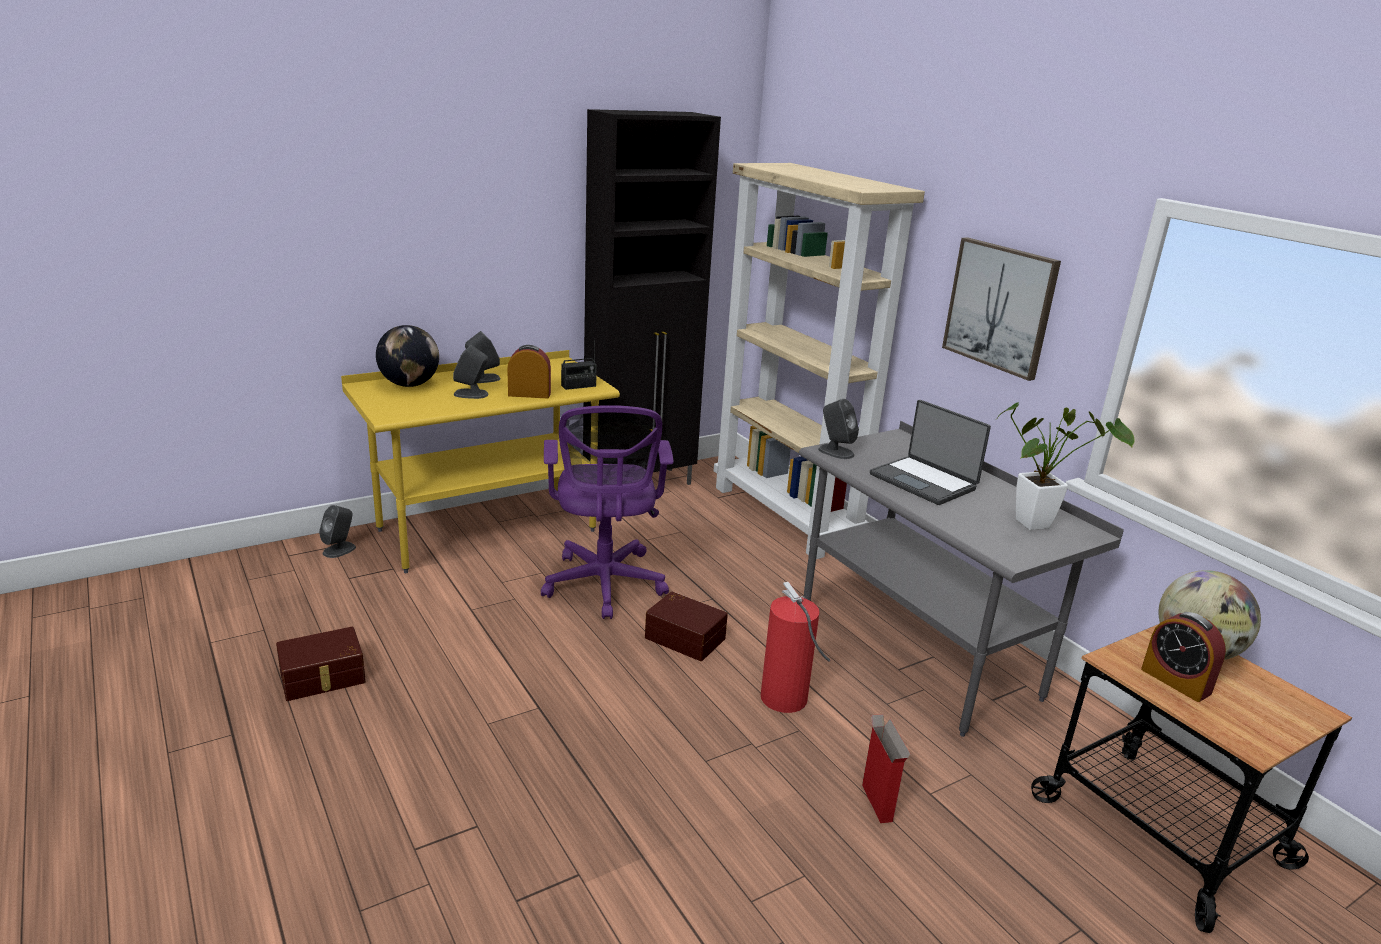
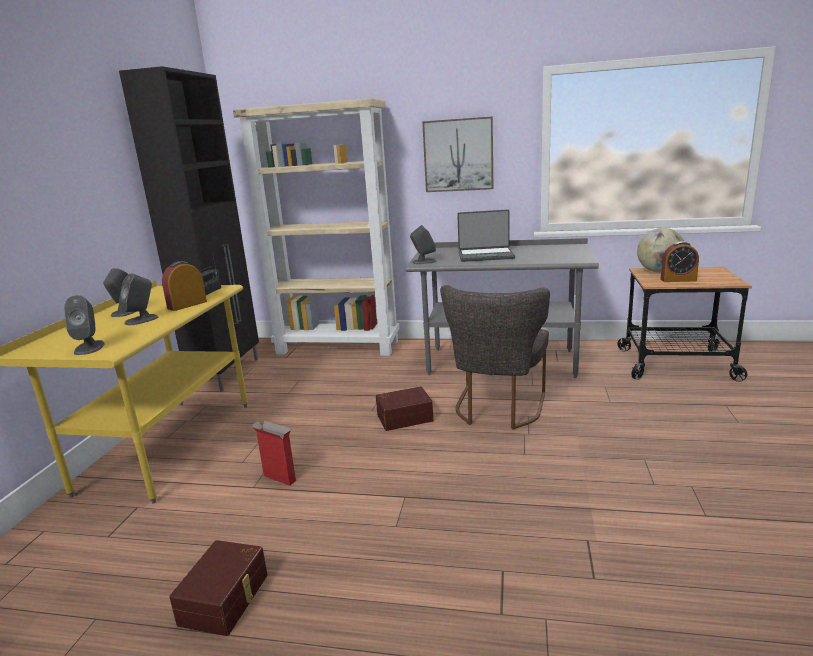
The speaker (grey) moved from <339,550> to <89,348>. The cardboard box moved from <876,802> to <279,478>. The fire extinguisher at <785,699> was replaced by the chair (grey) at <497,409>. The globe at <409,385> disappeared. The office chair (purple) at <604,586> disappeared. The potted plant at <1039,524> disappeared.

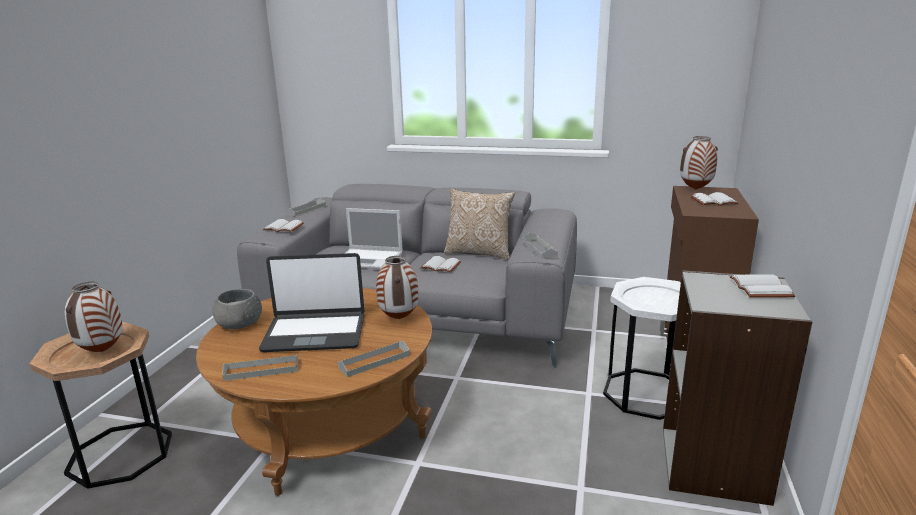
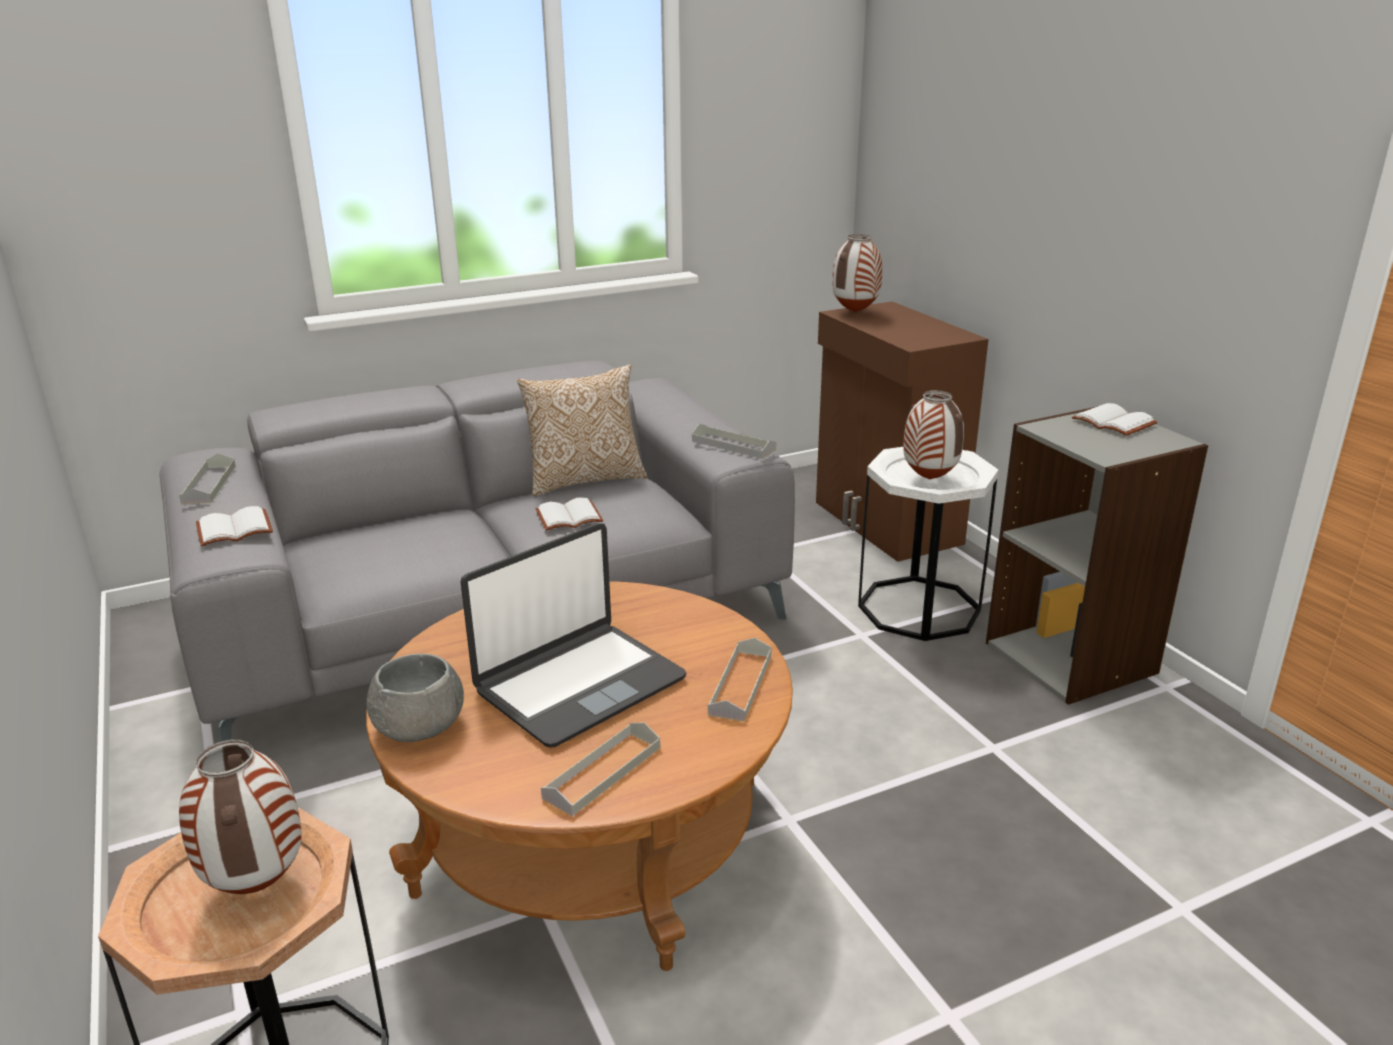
The vase moved from <398,318> to <928,479>. The laptop at <370,259> disappeared. The book (white) at <714,201> disappeared.

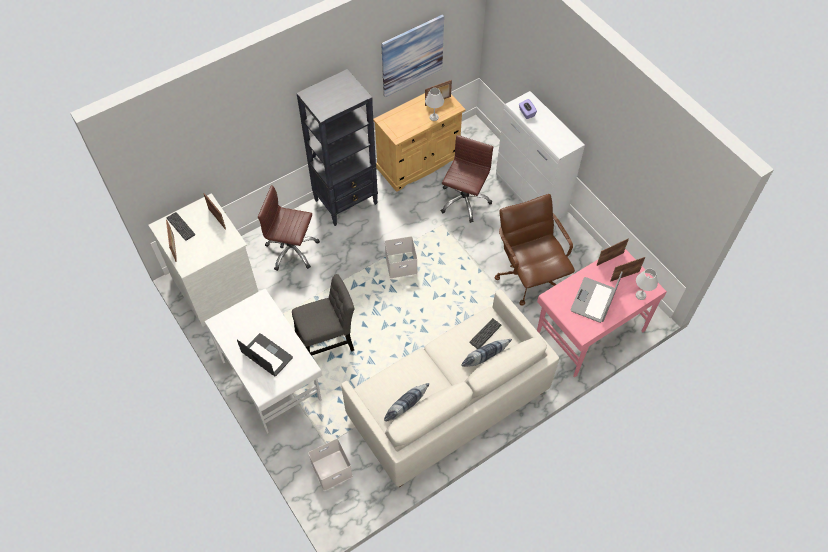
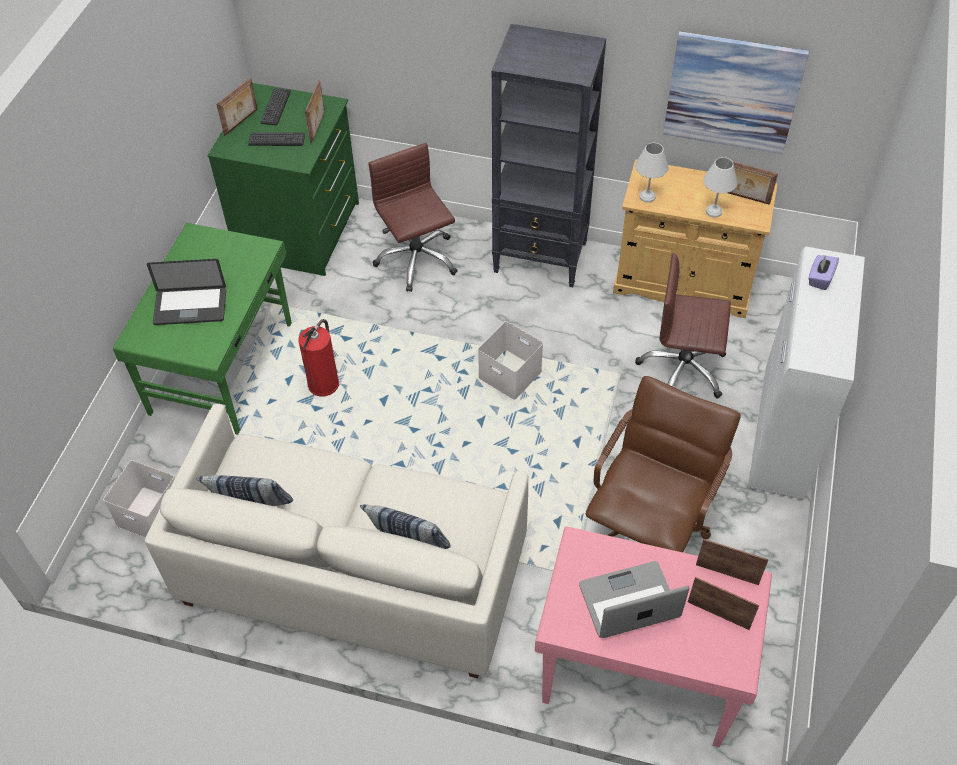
The desk (white) at <271,379> became the desk (green) at <224,367>. The laptop at <267,355> turned 90 degrees clockwise. The dresser (white) at <216,285> became the dresser (green) at <300,231>. The keyboard moved from <485,334> to <276,140>. The chair (grey) at <328,342> was replaced by the fire extinguisher at <324,383>. The table lamp (white) moved from <641,295> to <647,197>. The office chair (brown) at <464,201> turned 150 degrees counterclockwise.

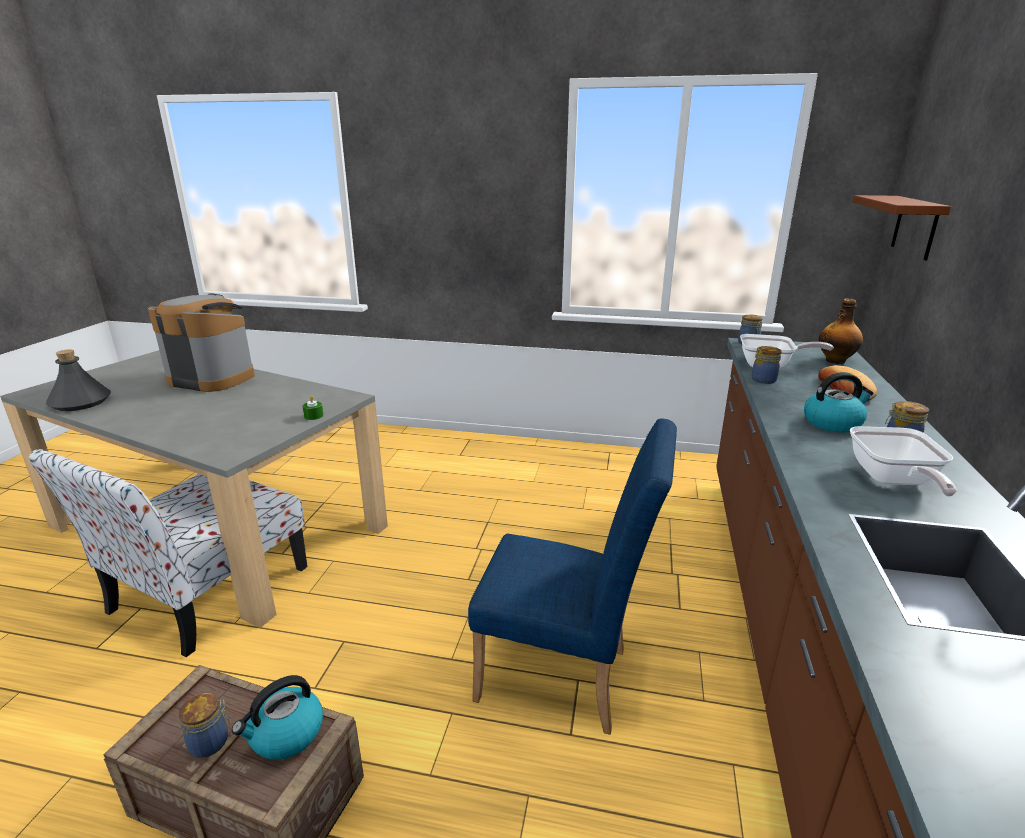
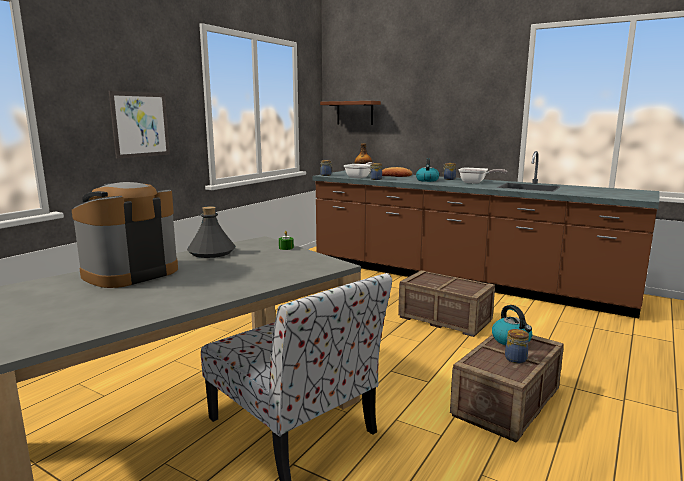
The picture at <140,124> appeared. The bottle (grey) moved from <80,402> to <212,252>. The chair (blue) at <565,678> was replaced by the crate at <445,319>.

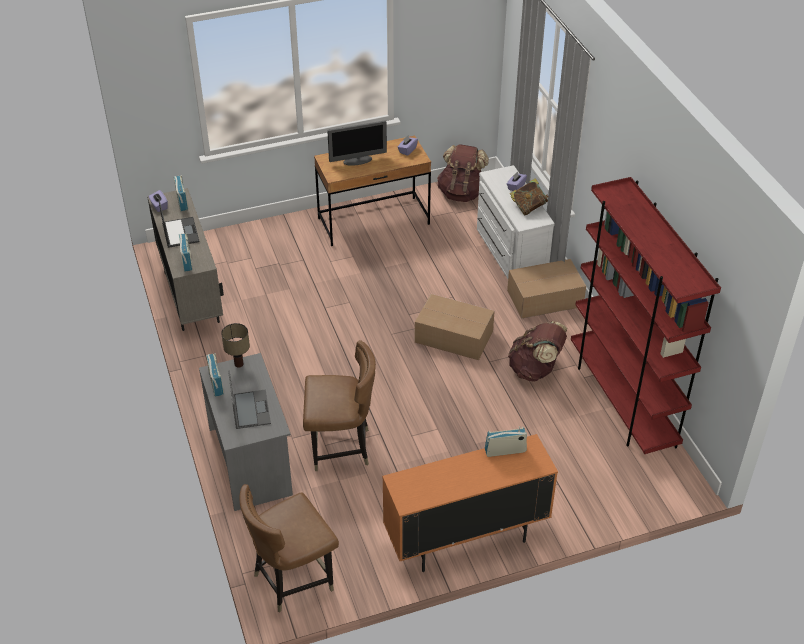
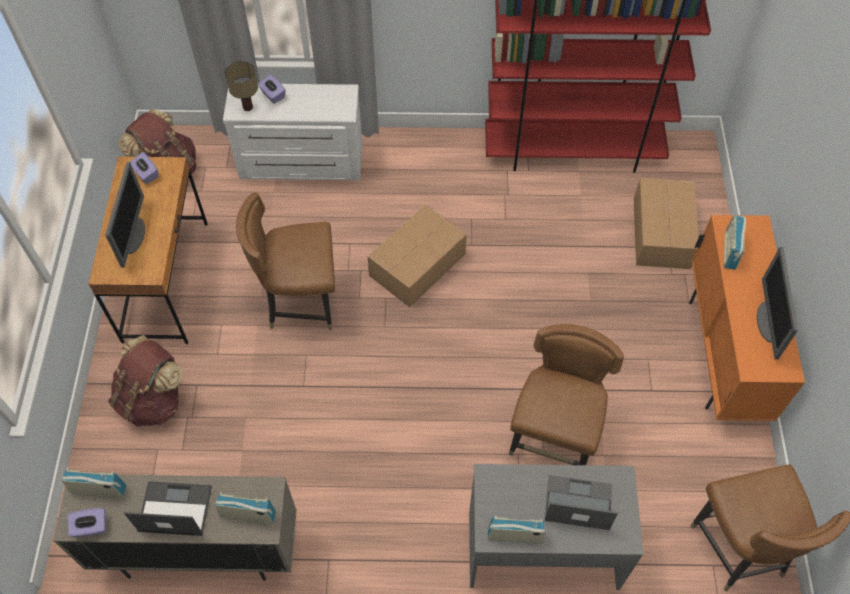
The backpack (brown) moved from <535,370> to <153,399>. The table lamp moved from <239,364> to <248,107>. The chair (brown) at <301,302> appeared. The cardboard box moved from <543,298> to <661,234>. The monitor at <767,322> appeared. The book at <528,207> disappeared.

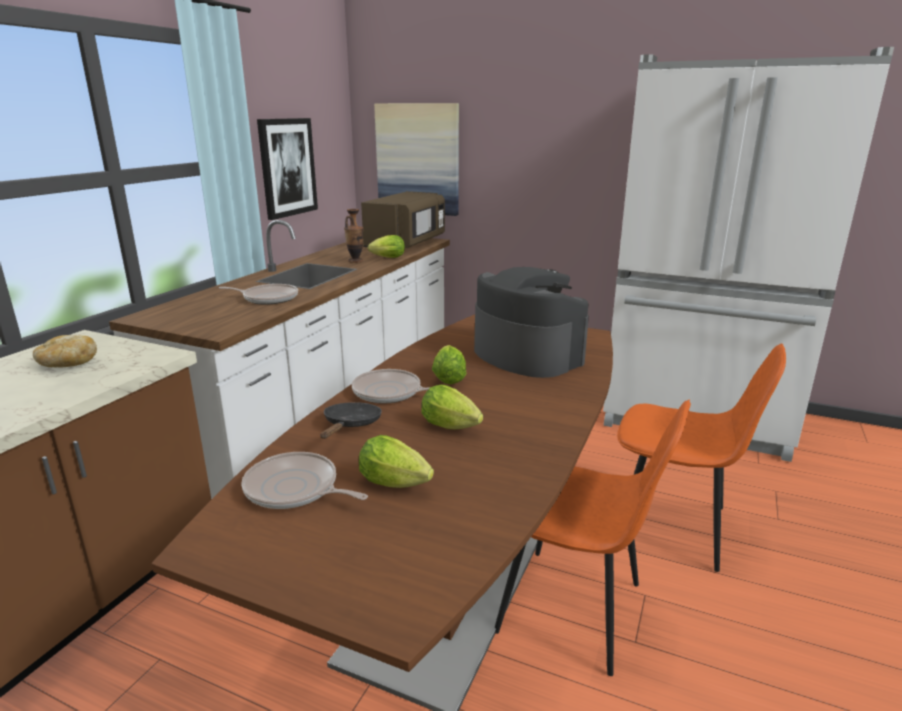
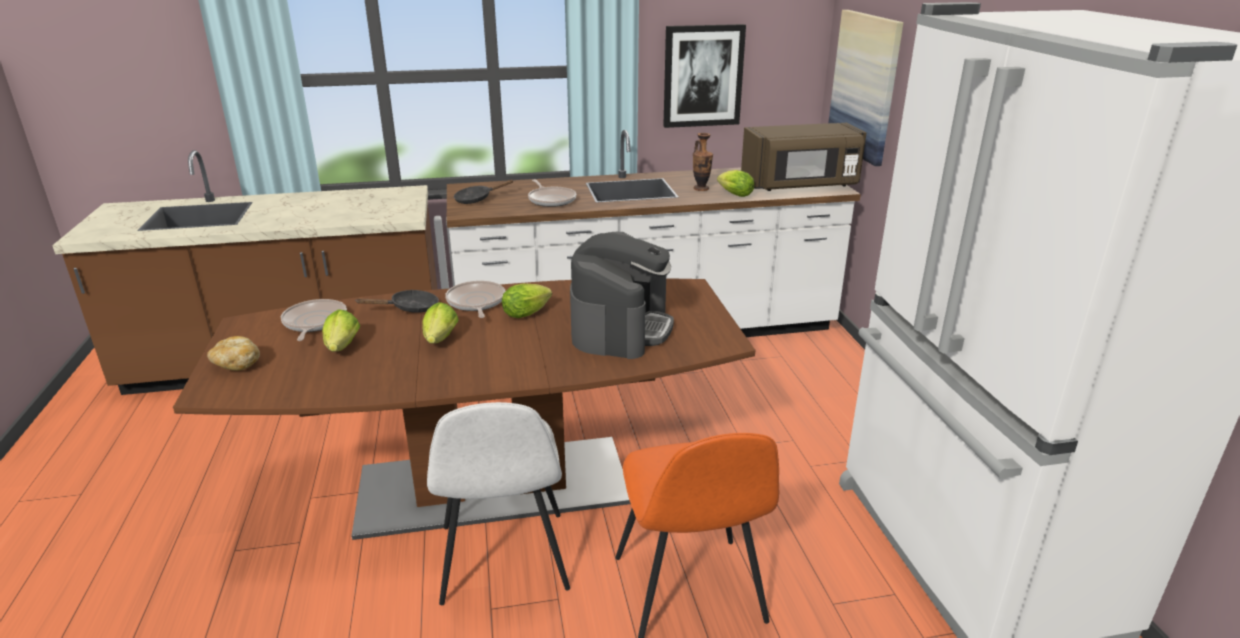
The bread moved from <67,364> to <237,364>. The chair (orange) at <574,609> became the chair (white) at <503,560>. The frying pan (black) at <476,199> appeared.

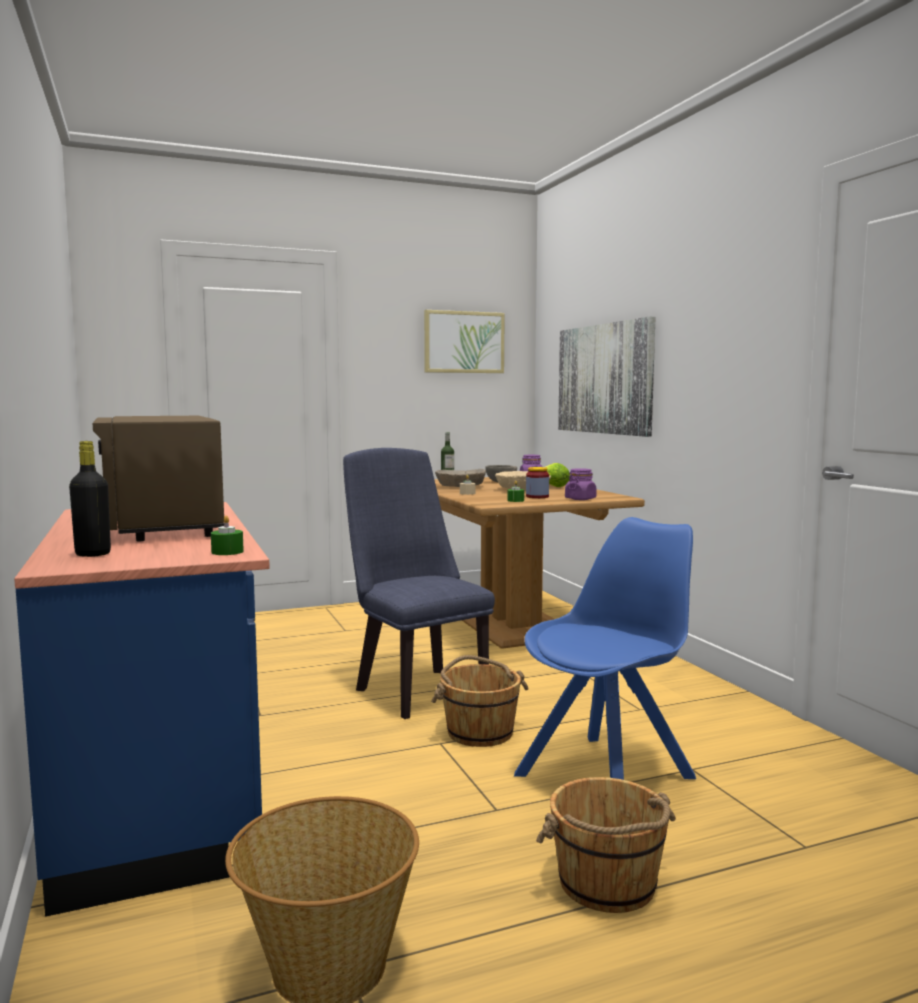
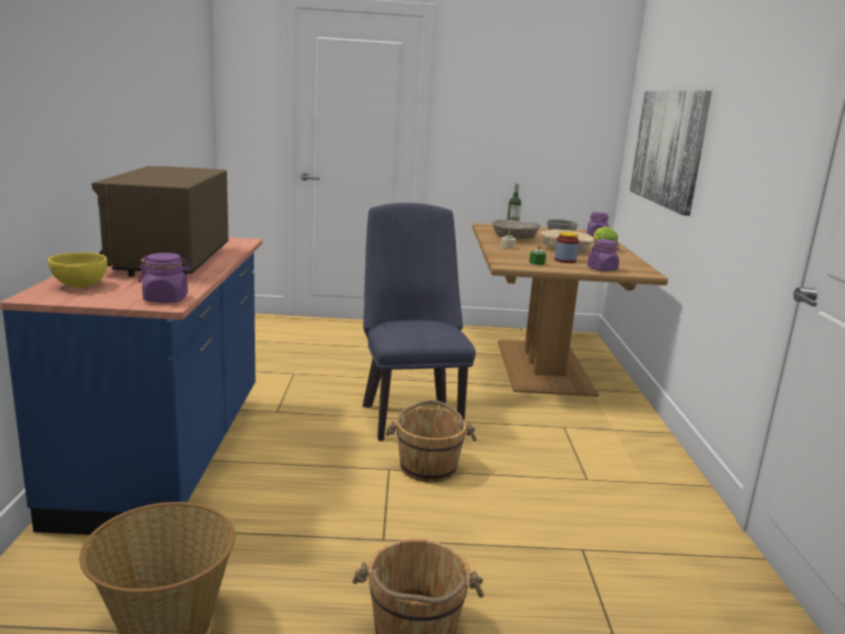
The bottle (black) at <93,554> was replaced by the bowl (yellow) at <79,286>. The candle (green) at <227,552> was replaced by the jar (purple) at <166,299>. The picture at <464,342> disappeared. The chair (blue) at <608,775> disappeared.

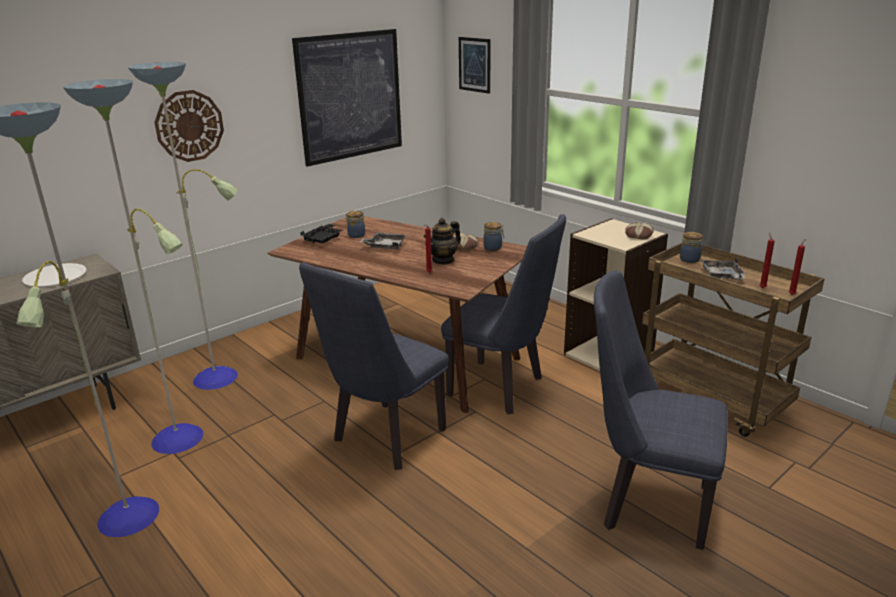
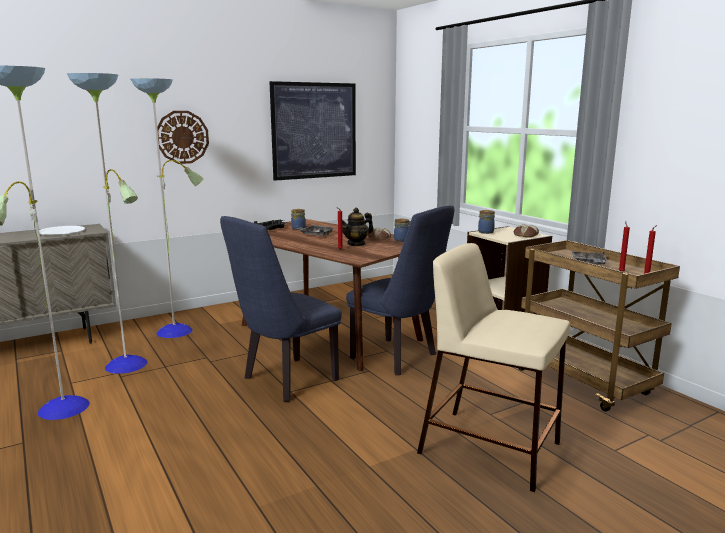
The chair (blue) at <646,503> was replaced by the stool (beige) at <491,448>. The jar moved from <689,259> to <486,232>. The picture at <474,64> disappeared.

